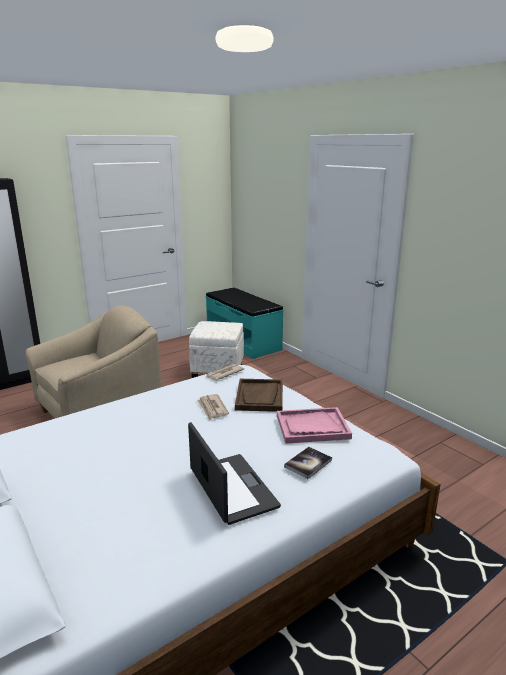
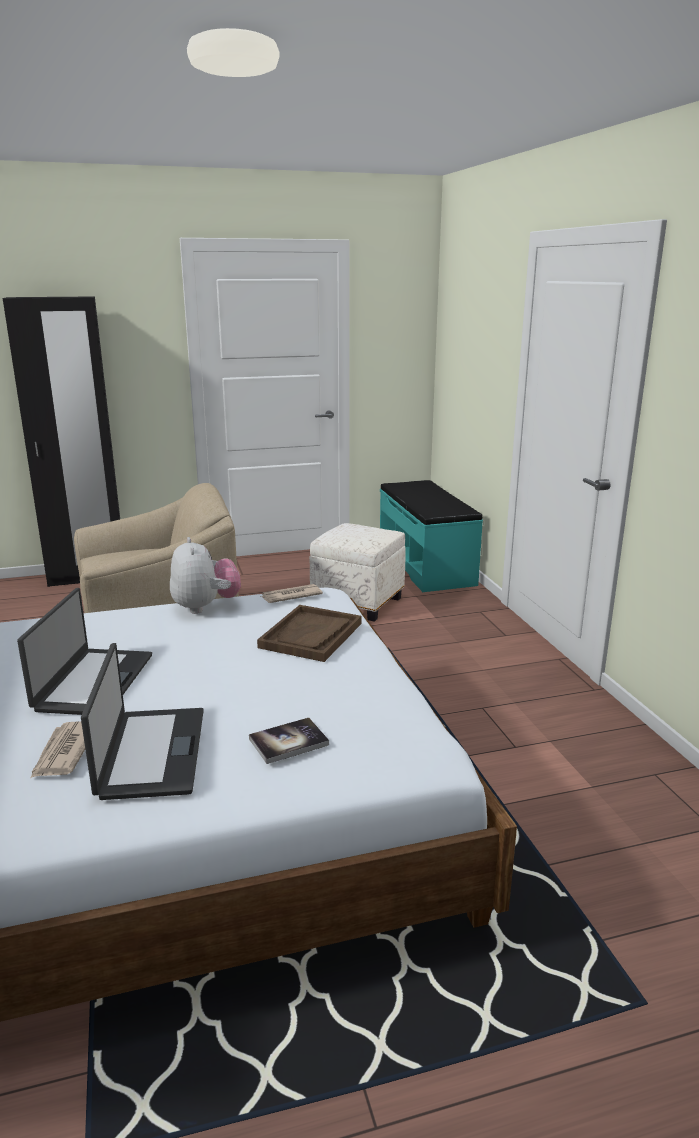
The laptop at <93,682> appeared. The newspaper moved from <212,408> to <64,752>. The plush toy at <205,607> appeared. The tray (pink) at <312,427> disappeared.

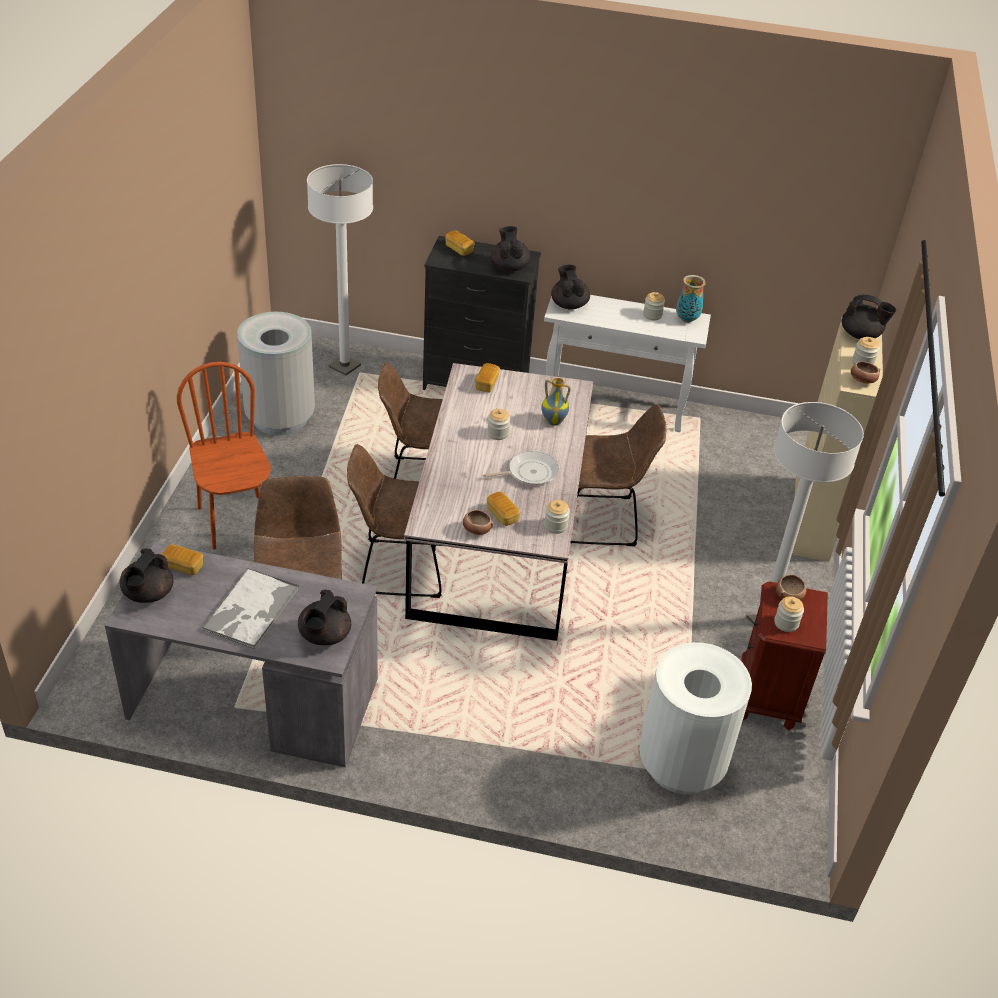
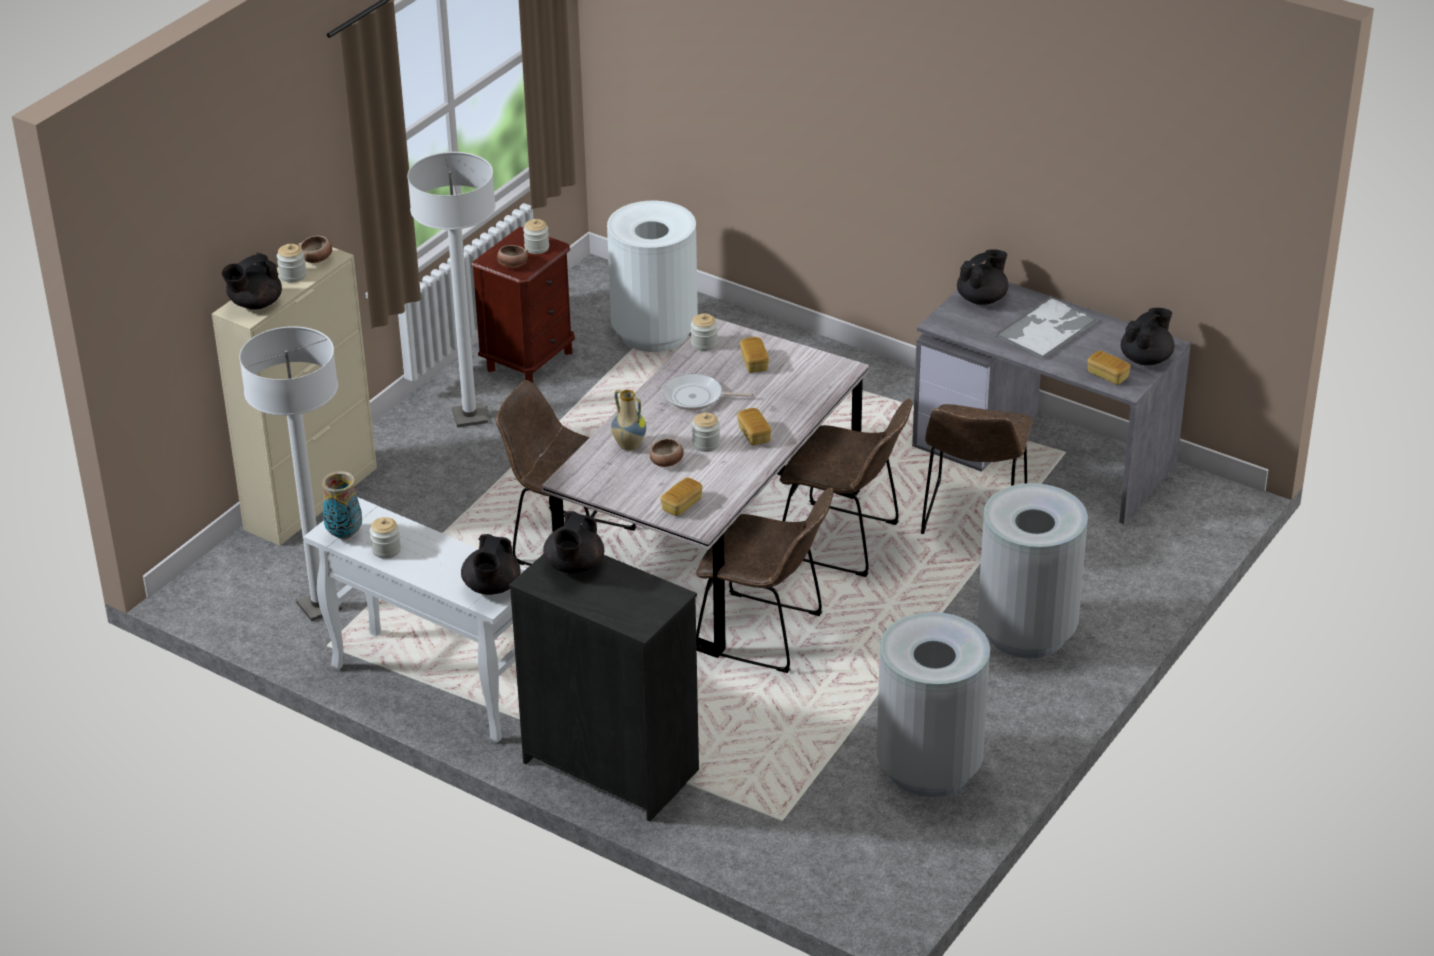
The teapot (black) at <861,335> turned 90 degrees counterclockwise. The floor lamp (white) moved from <344,366> to <319,606>. The bowl moved from <476,530> to <667,462>. The bread moved from <459,249> to <754,435>. The chair (brown) at <235,522> was replaced by the trash can (grey) at <1026,632>.

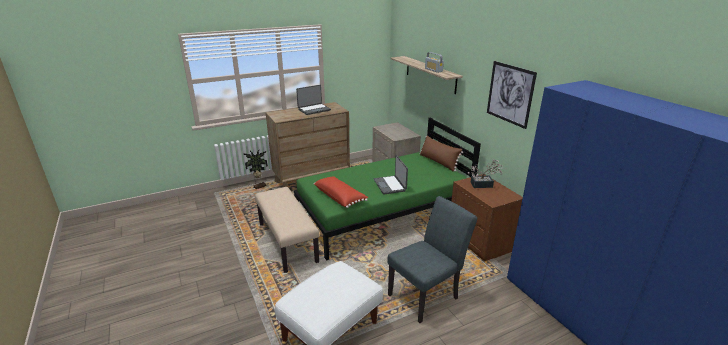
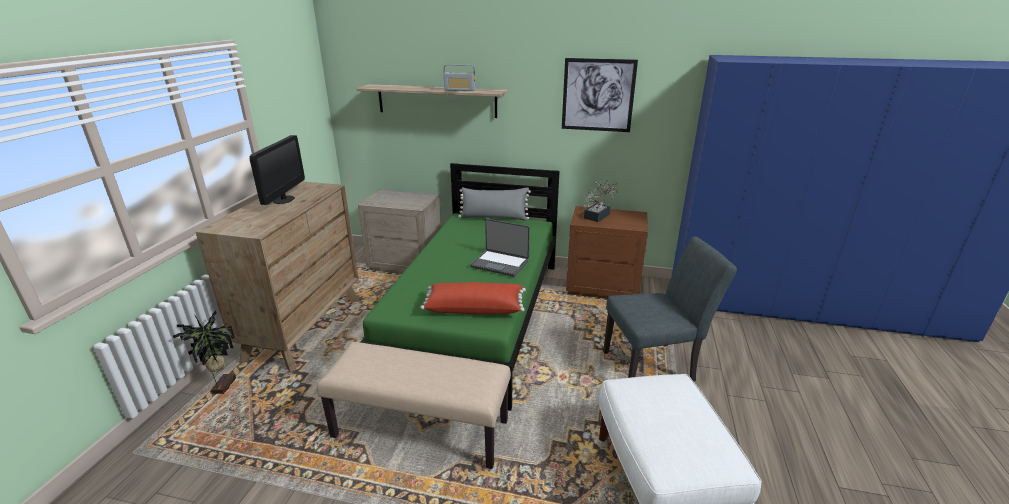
The laptop at <314,109> was replaced by the monitor at <283,199>. The pillow (brown) at <438,162> became the pillow (grey) at <494,217>. The chair (grey) at <427,294> turned 75 degrees clockwise.

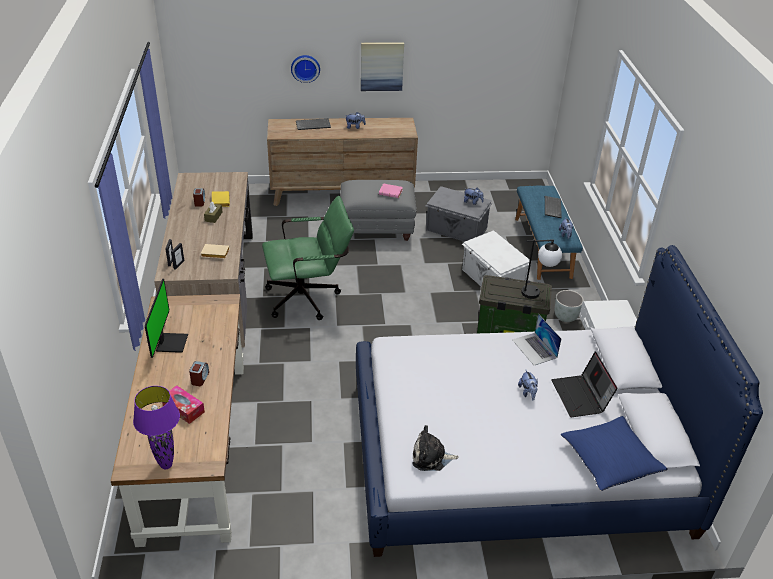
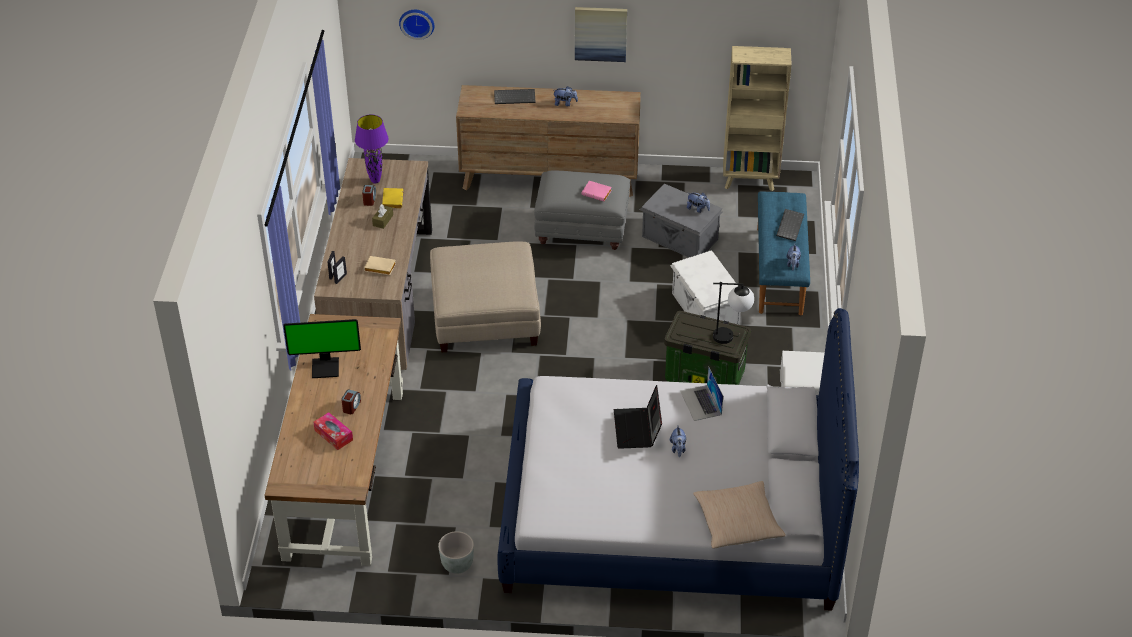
The monitor at <170,343> turned 75 degrees clockwise. The table lamp (purple) moved from <166,465> to <375,181>. The wall clock moved from <305,68> to <417,22>. The office chair (green) at <309,298> was replaced by the ottoman (beige) at <486,316>. The planter (grey) moved from <565,317> to <457,564>. The laptop moved from <581,397> to <637,429>. The pillow (blue) at <610,460> became the pillow (beige) at <737,522>. The bookcase (beige) at <750,180> appeared. The plush toy at <431,457> disappeared.

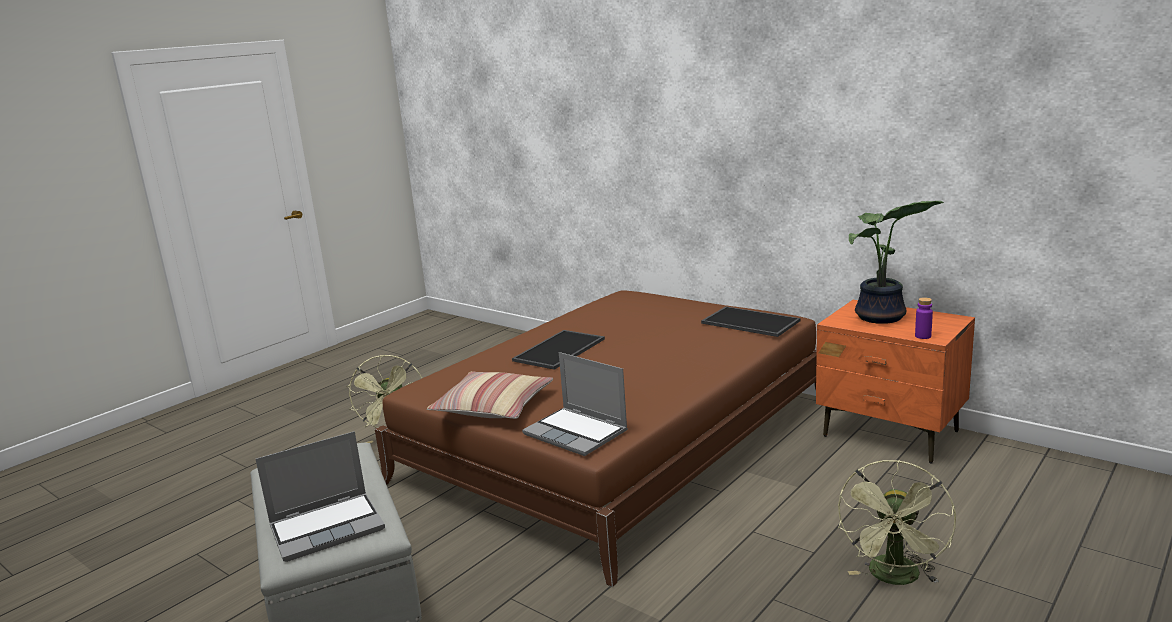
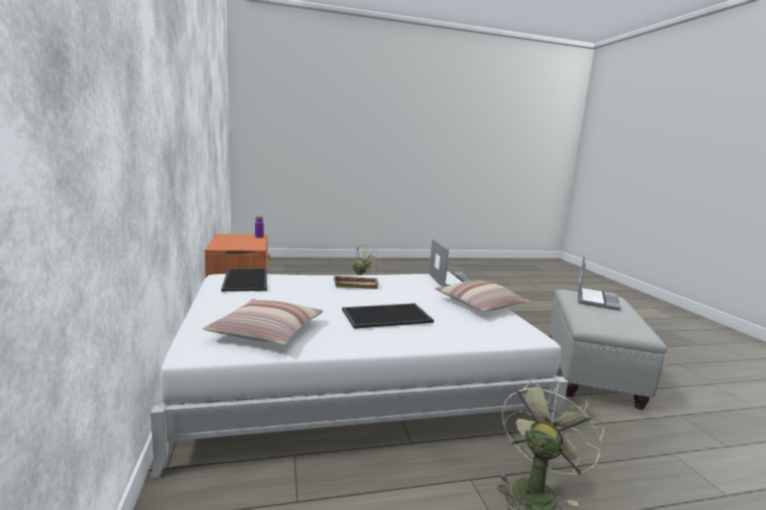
The bed (brown) at <617,440> became the bed (white) at <354,376>. The pillow at <267,332> appeared. The tray (beige) at <356,285> appeared. The laptop at <328,527> turned 105 degrees clockwise. The potted plant at <881,318> disappeared.

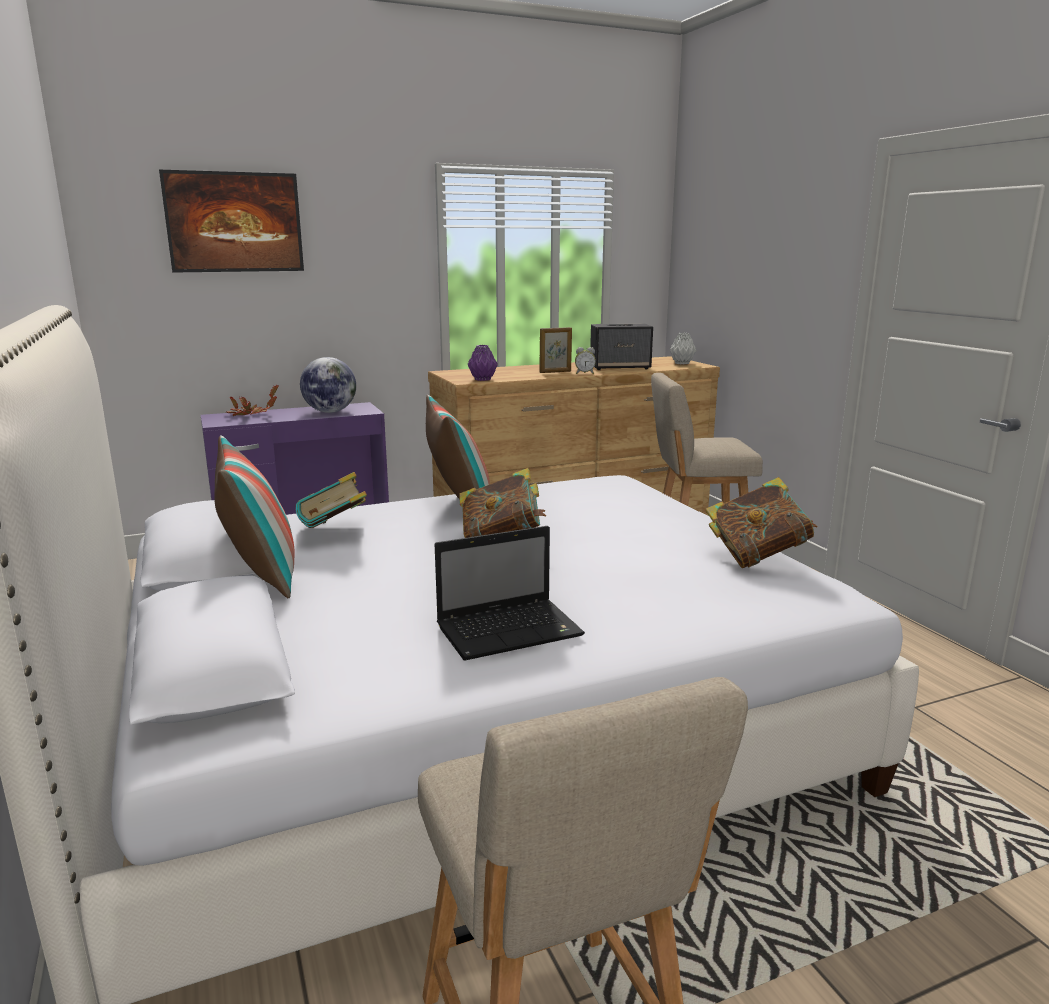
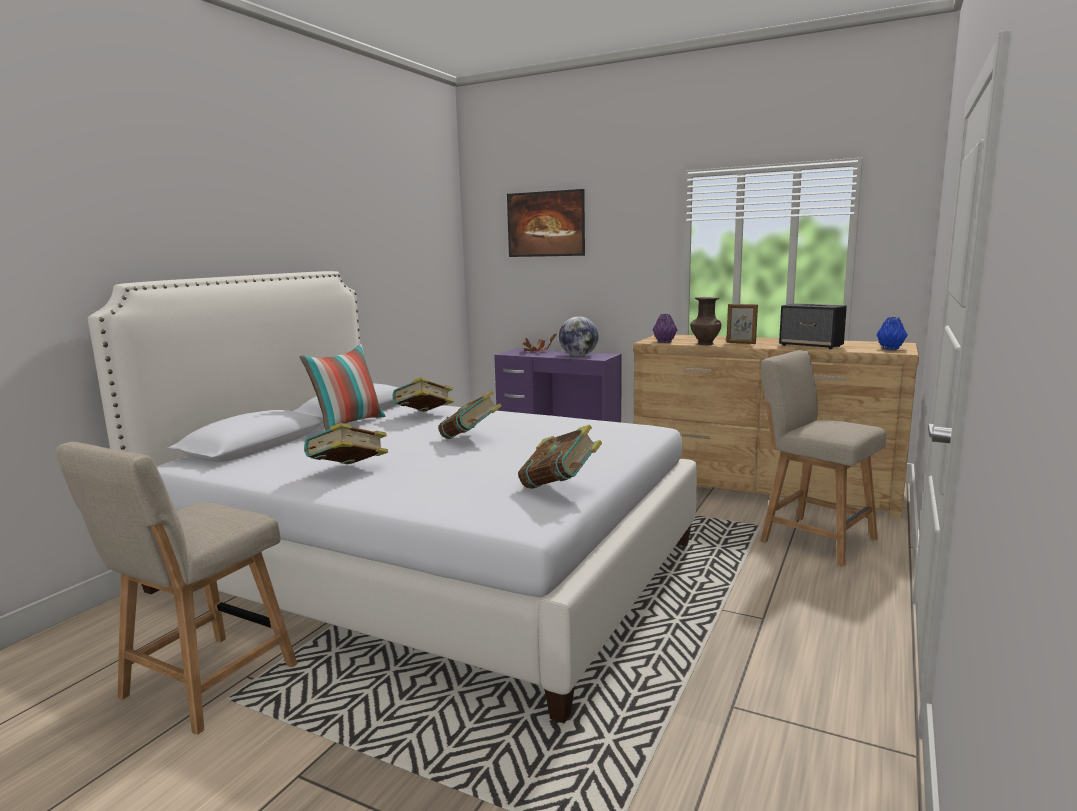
The laptop at <511,631> was replaced by the book at <348,472>. The vase (brown) at <704,344> appeared. The vase (grey) at <682,363> became the vase (blue) at <891,348>. The pillow at <458,506> disappeared. The alarm clock at <584,373> disappeared.

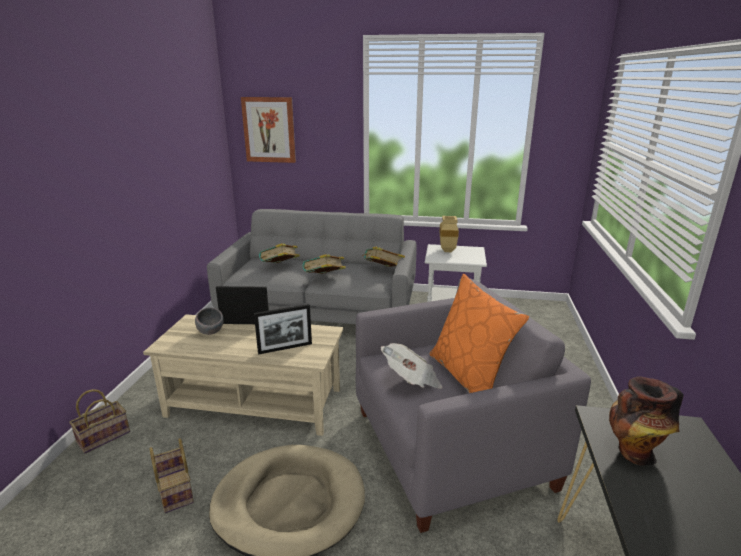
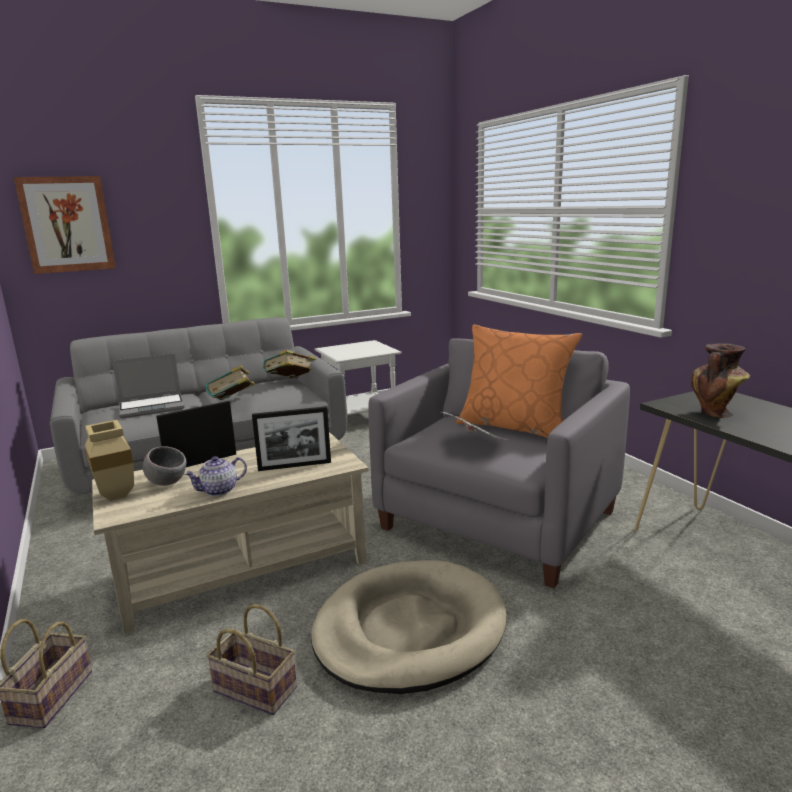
The vase (beige) moved from <448,251> to <119,496>. The book at <280,267> was replaced by the laptop at <153,407>. The teapot at <219,490> appeared. The picture frame at <285,348> turned 45 degrees clockwise.

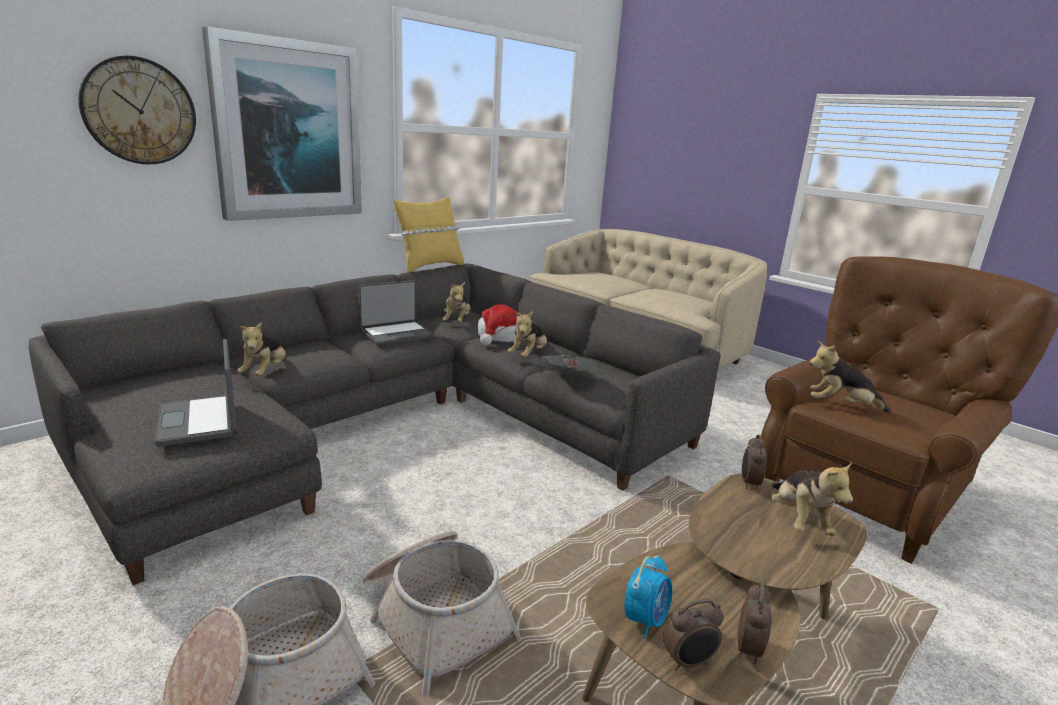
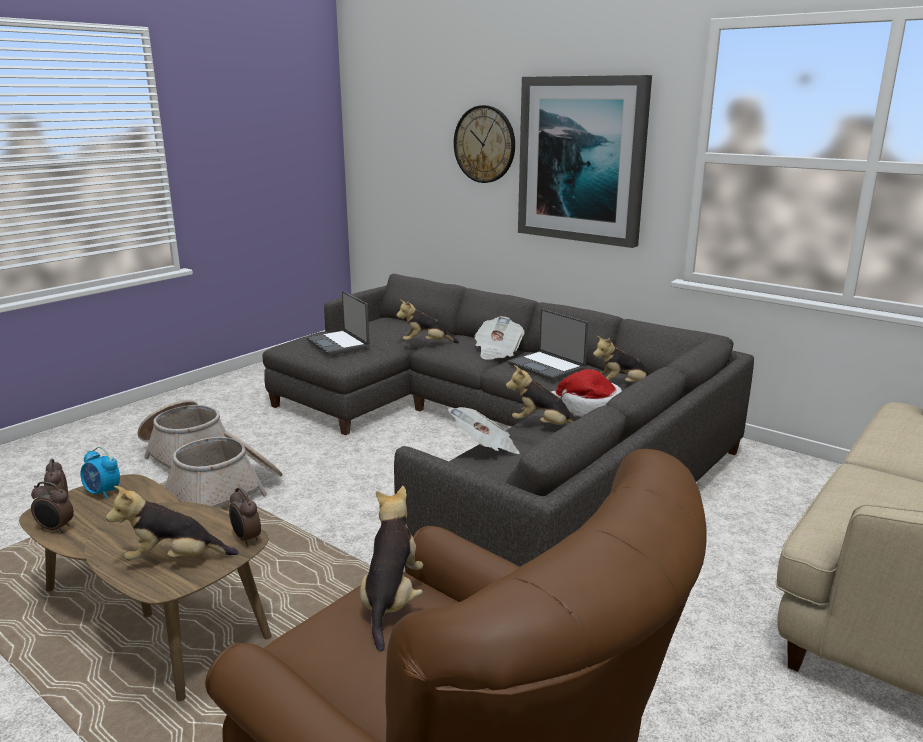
The alarm clock at <749,483> turned 135 degrees counterclockwise. The laptop at <200,421> turned 90 degrees counterclockwise. The newspaper at <497,352> appeared. The pillow (yellow) at <429,266> disappeared.

